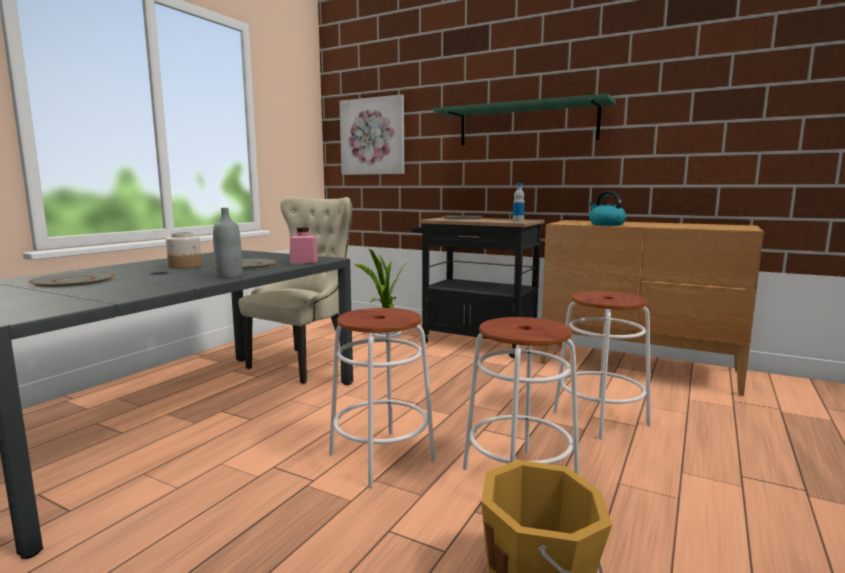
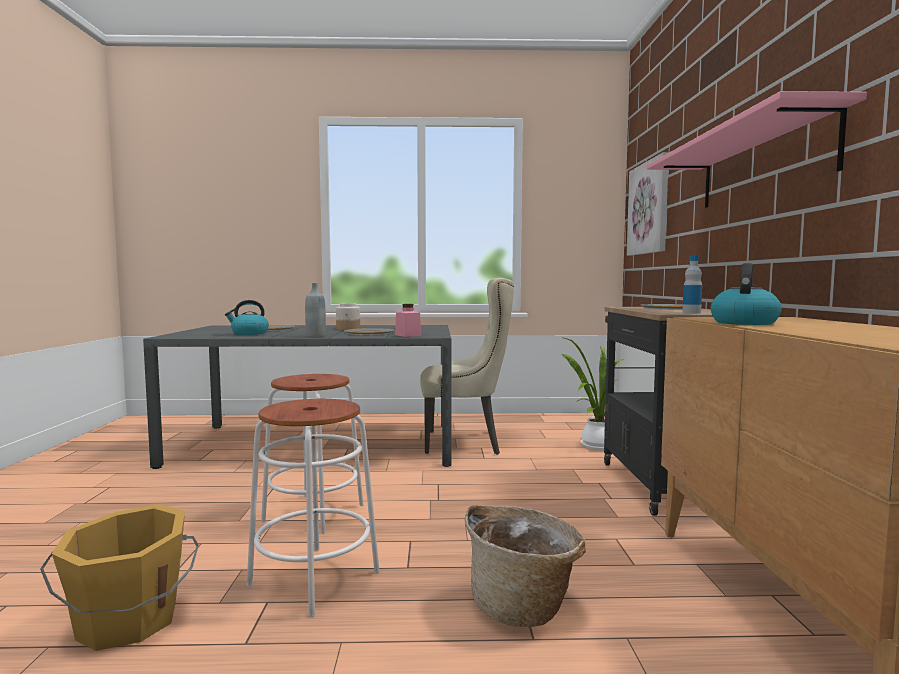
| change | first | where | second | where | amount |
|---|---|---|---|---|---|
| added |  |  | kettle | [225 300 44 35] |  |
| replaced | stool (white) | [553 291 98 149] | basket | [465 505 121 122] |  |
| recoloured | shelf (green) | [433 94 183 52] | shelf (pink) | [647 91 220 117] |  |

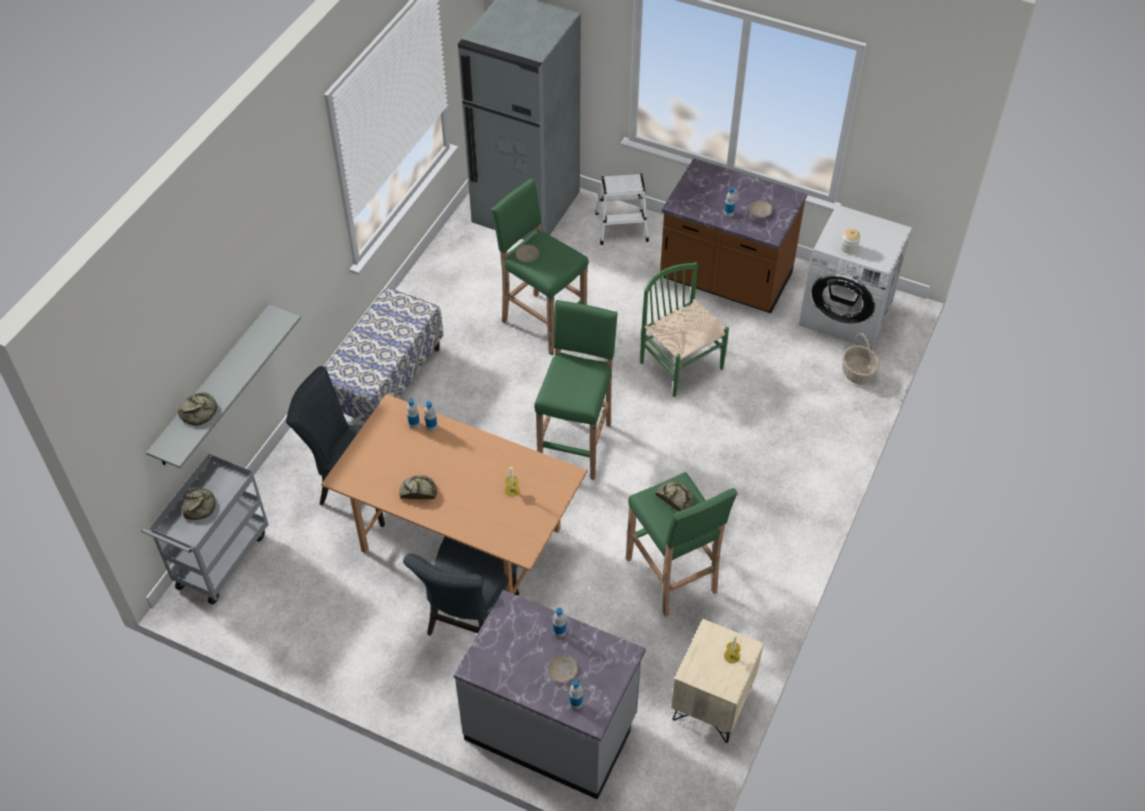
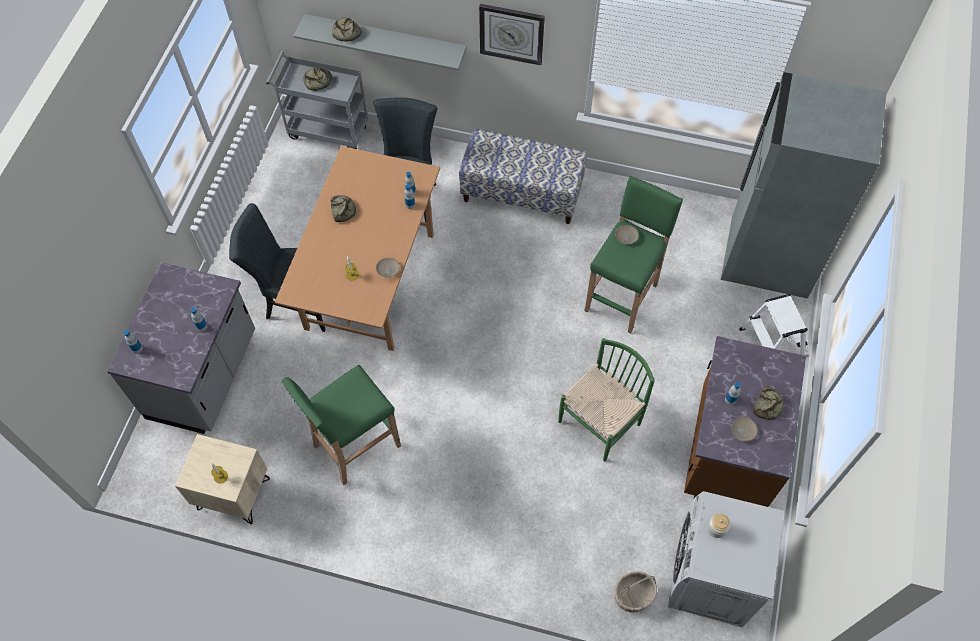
| change | first | where | second | where | amount |
|---|---|---|---|---|---|
| removed | stool (green) | [534 300 84 180] |  |  |  |
| added |  |  | wall clock | [479 4 66 62] |  |
| moved | plate (beige) | [548 655 30 28] |  | [376 258 24 20] |  |
| moved | bread | [655 482 38 29] |  | [753 386 30 33] |  |

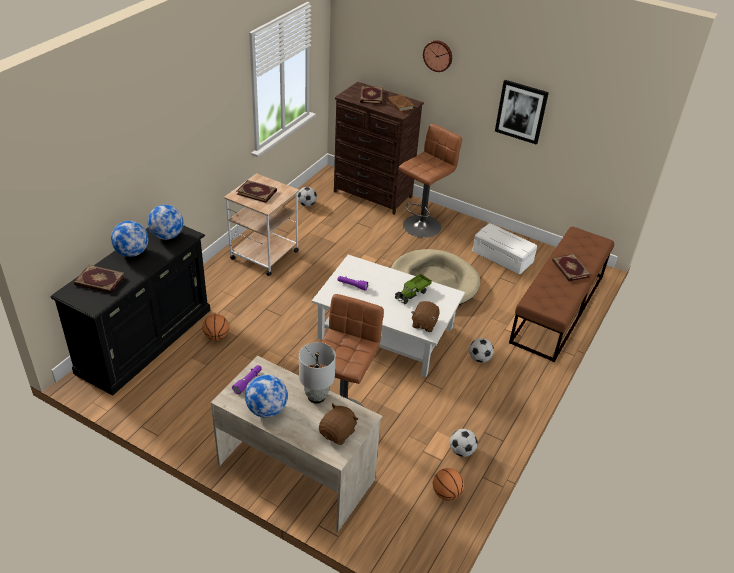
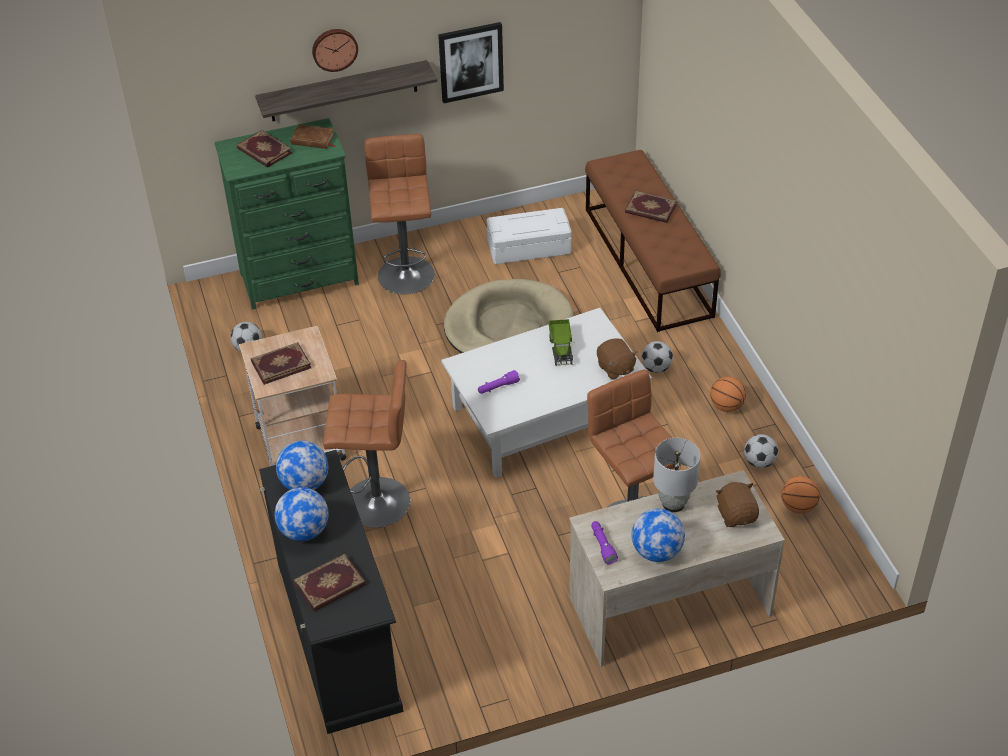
| change | first | where | second | where | amount |
|---|---|---|---|---|---|
| added |  |  | shelf | [255 60 182 61] |  |
| added |  |  | stool (brown) | [323 360 87 168] |  |
| moved | basketball | [202 314 27 26] |  | [710 377 36 35] |  |
| recoloured | dresser (brown) | [334 82 90 133] | dresser (green) | [214 118 145 192] |  |

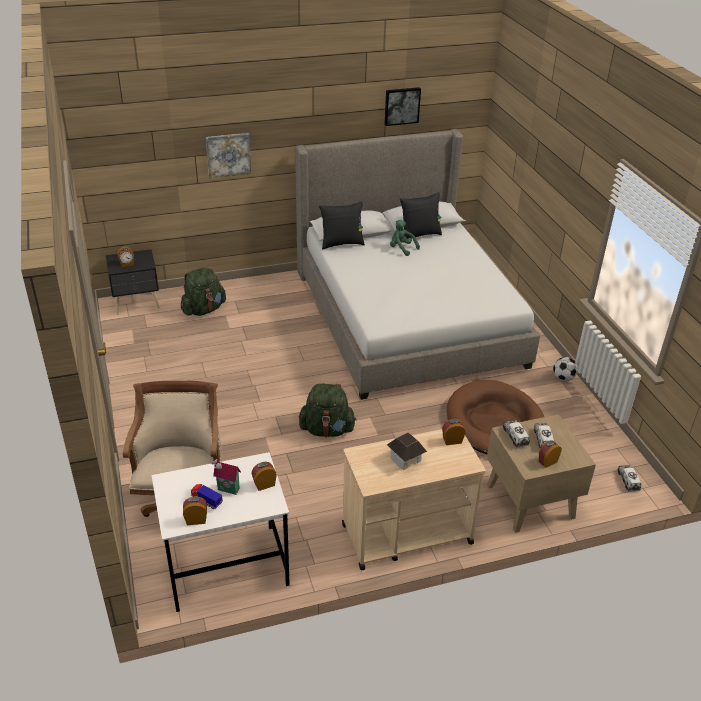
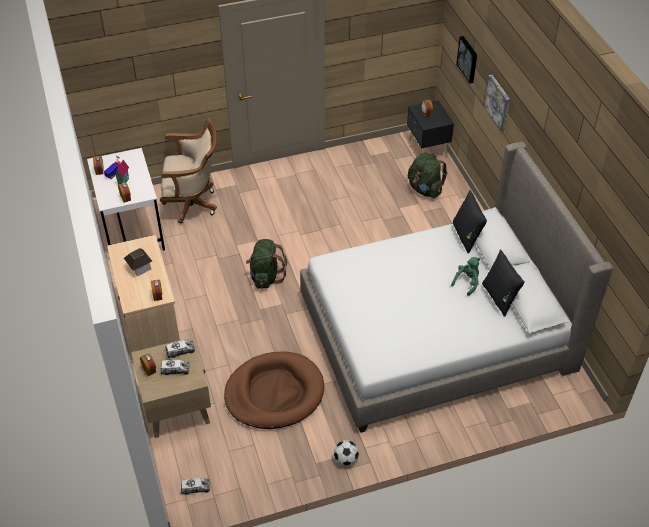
| change | first | where | second | where | amount |
|---|---|---|---|---|---|
| moved | picture | [385 87 36 39] |  | [456 36 21 47] |  |

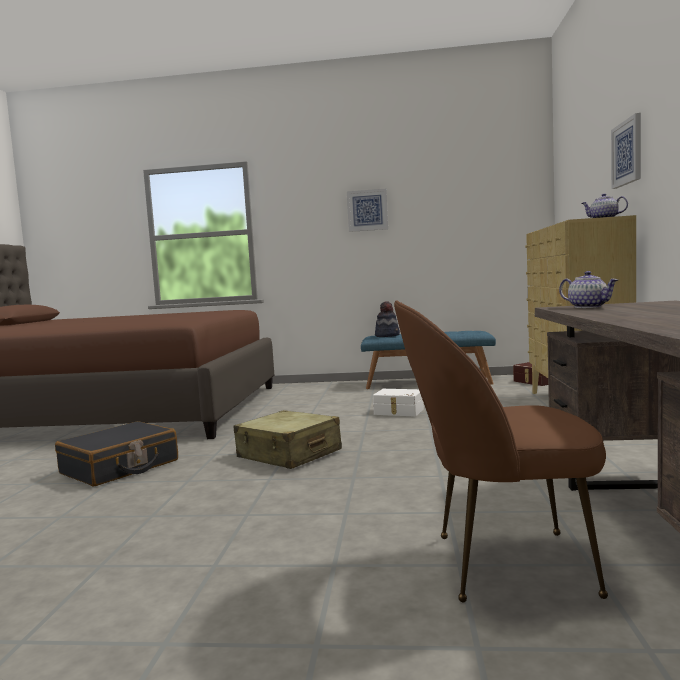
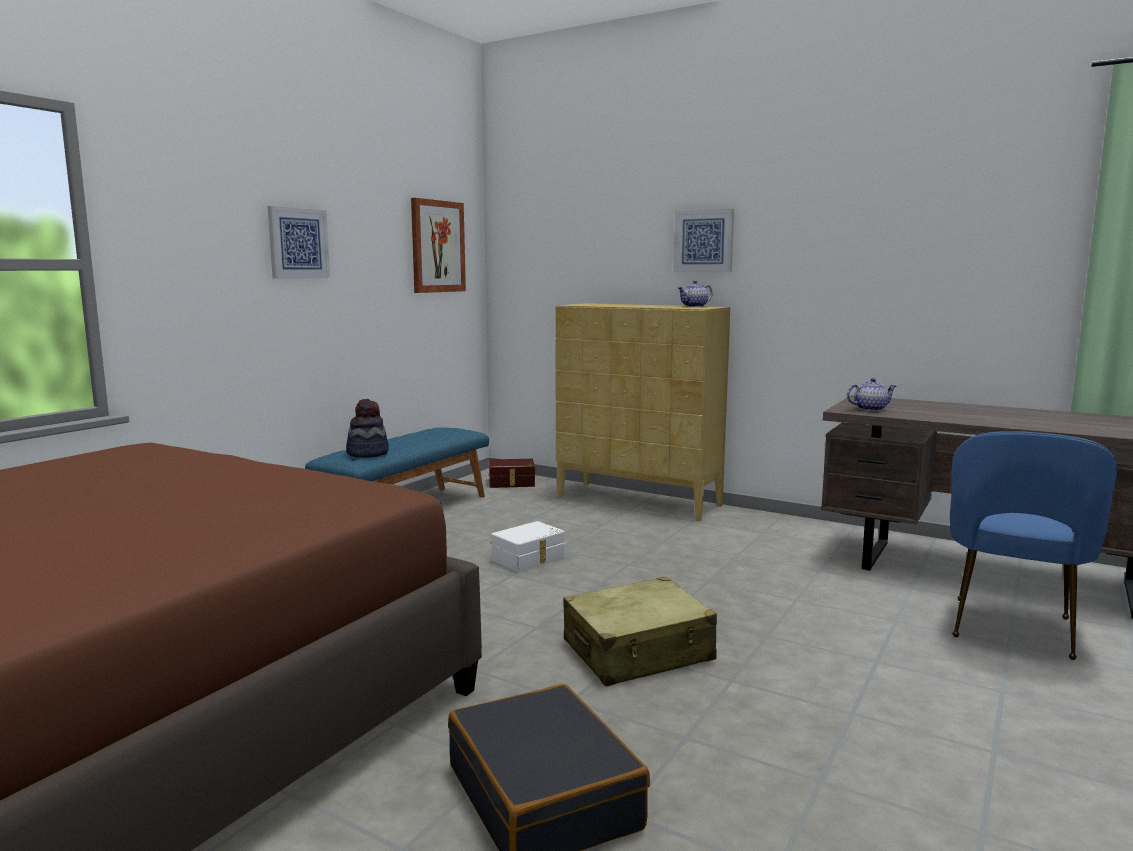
| change | first | where | second | where | amount |
|---|---|---|---|---|---|
| added |  |  | picture | [411 198 55 95] |  |
| recoloured | chair (brown) | [394 300 214 303] | chair (blue) | [950 431 167 229] |  |

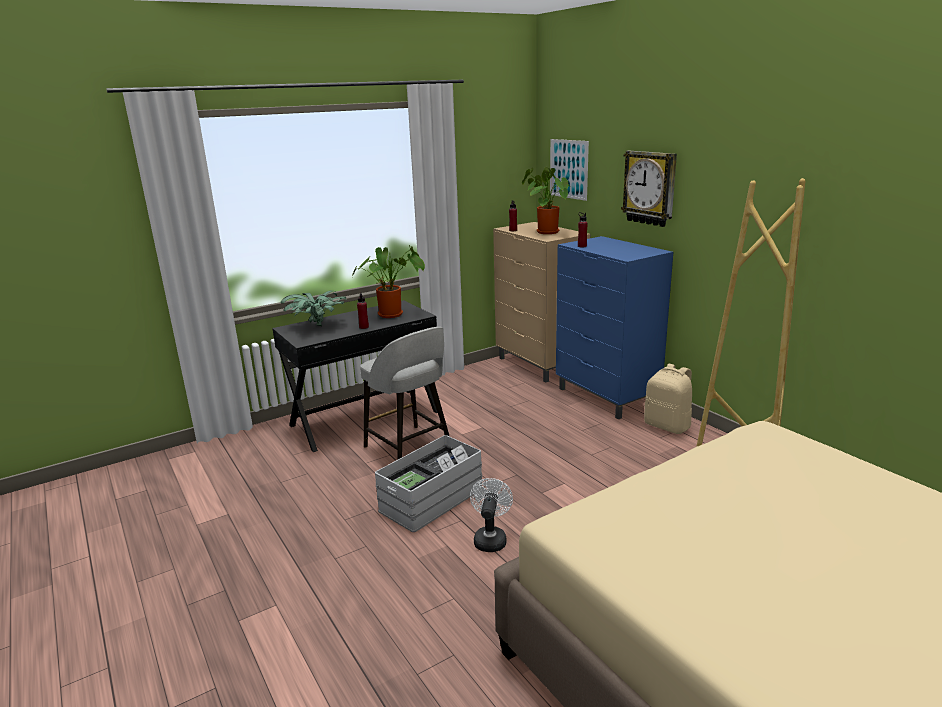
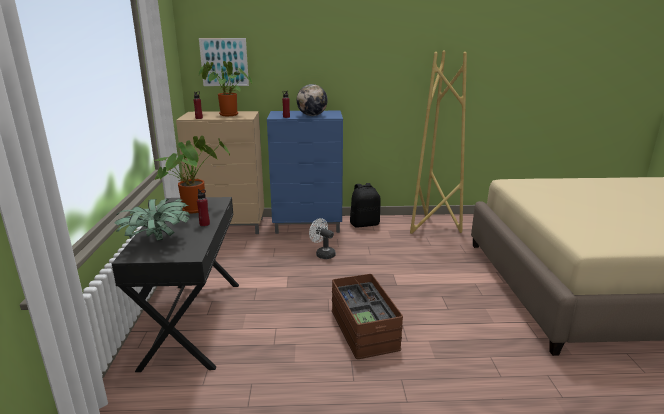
| change | first | where | second | where | amount |
|---|---|---|---|---|---|
| removed | stool (grey) | [360 327 90 132] |  |  |  |
| removed | wall clock | [621 151 56 76] |  |  |  |
| added |  |  | globe | [297 84 31 32] |  |
| moved | fan (white) | [470 478 43 74] |  | [309 218 27 41] |  |
| recoloured | storage box (grey) | [375 435 107 97] | storage box (brown) | [332 274 71 85] |  |
| recoloured | backpack (beige) | [644 364 48 70] | backpack (black) | [350 183 31 45] |  |

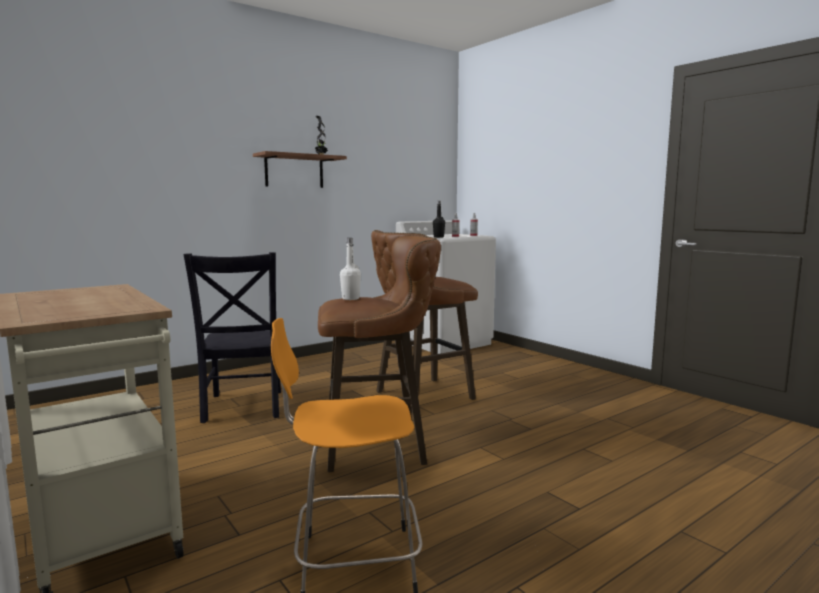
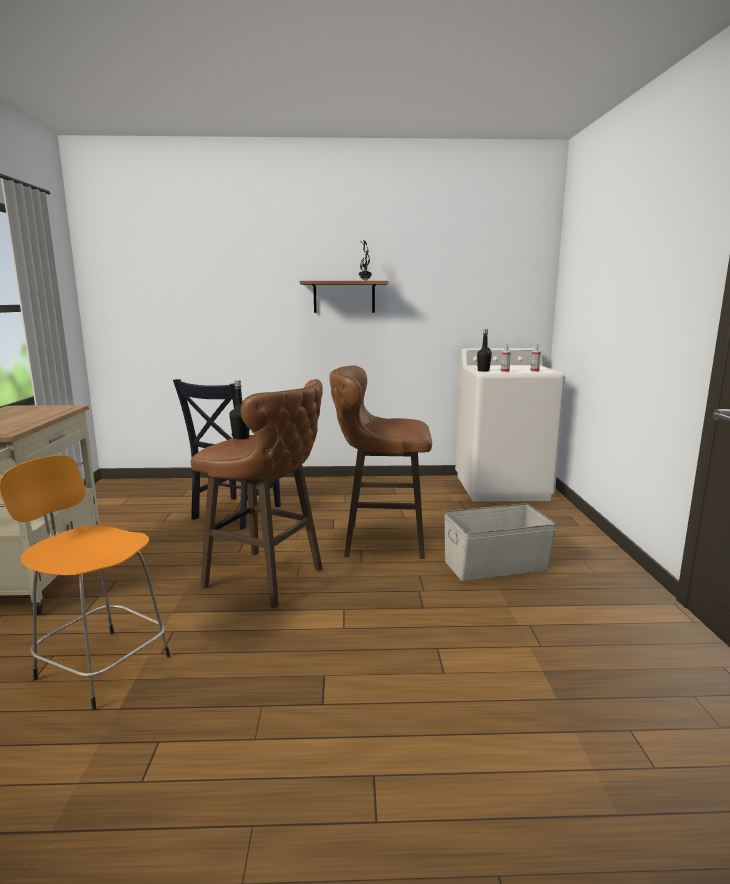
| change | first | where | second | where | amount |
|---|---|---|---|---|---|
| added |  |  | storage box (grey) | [444 503 113 78] |  |
| recoloured | bottle (white) | [340 238 21 62] | bottle (black) | [229 381 20 58] |  |

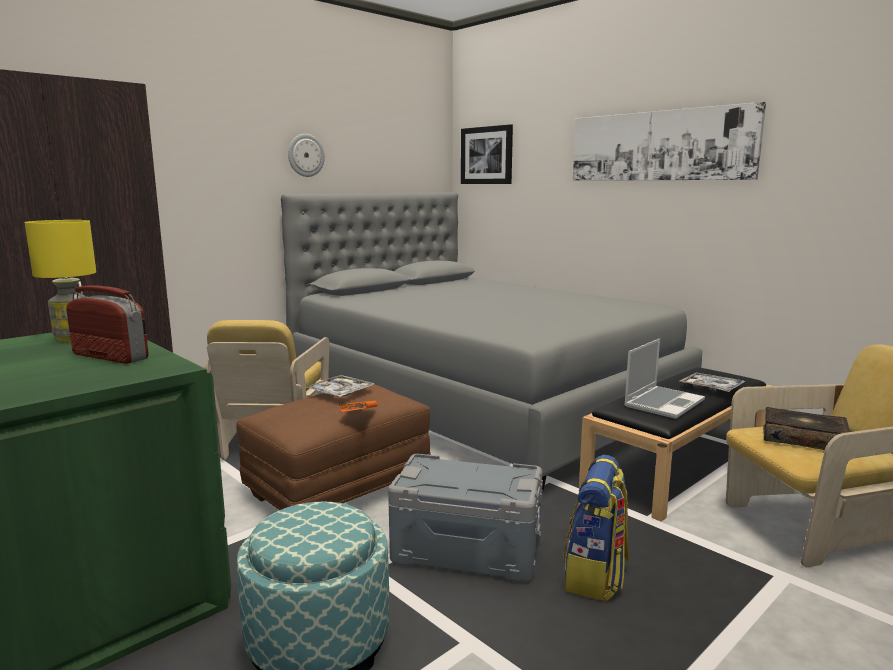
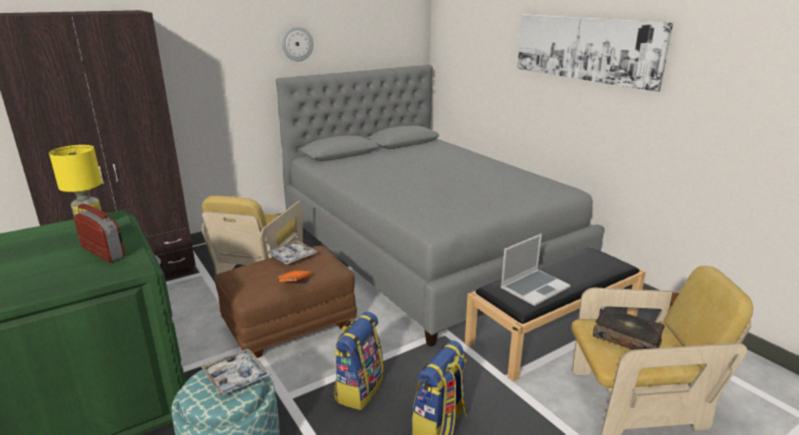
| change | first | where | second | where | amount |
|---|---|---|---|---|---|
| removed | picture | [461 124 52 60] |  |  |  |
| moved | tray | [680 373 66 19] |  | [201 349 70 48] |  |
| replaced | storage box (grey) | [388 454 155 128] | backpack | [333 312 51 98] |  |

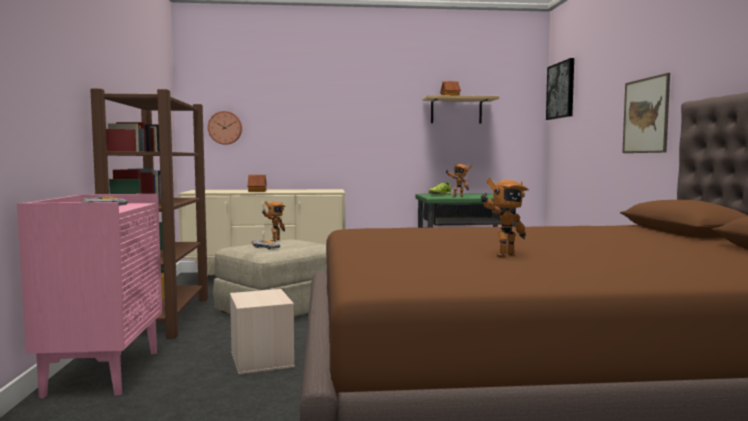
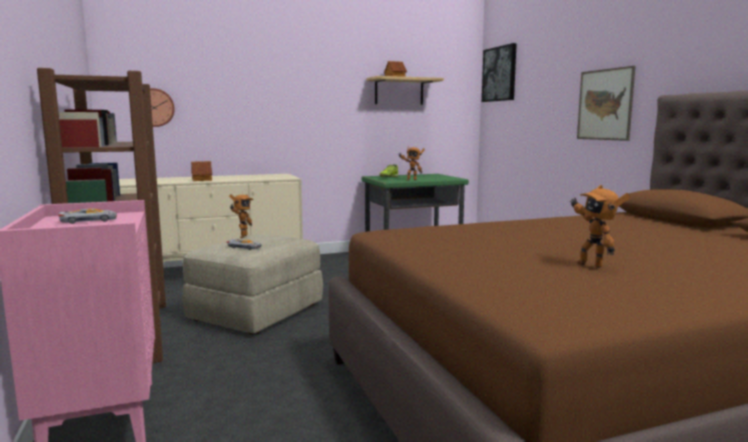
| change | first | where | second | where | amount |
|---|---|---|---|---|---|
| removed | storage box (beige) | [230 289 65 85] |  |  |  |
| turned | toy robot | [481 178 48 80] |  | [570 185 61 83] | 105 degrees clockwise |

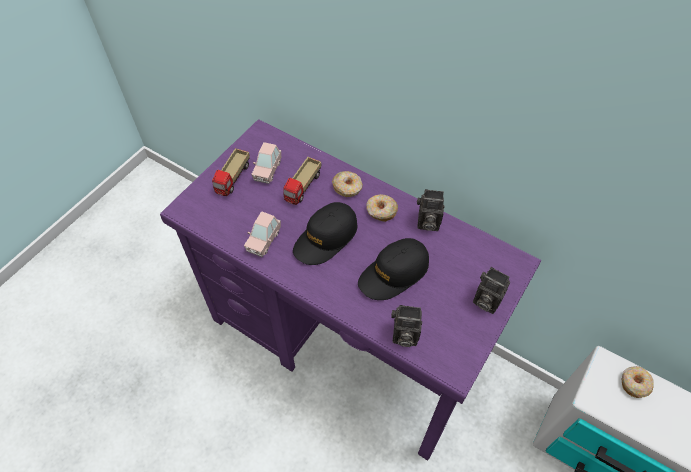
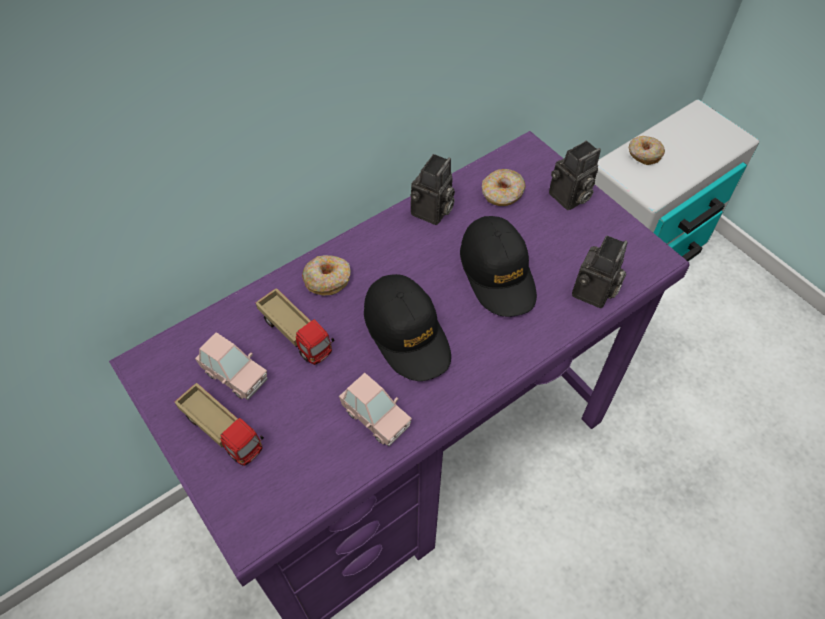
| change | first | where | second | where | amount |
|---|---|---|---|---|---|
| moved | donut | [366 194 32 28] |  | [482 169 44 37] |  |

